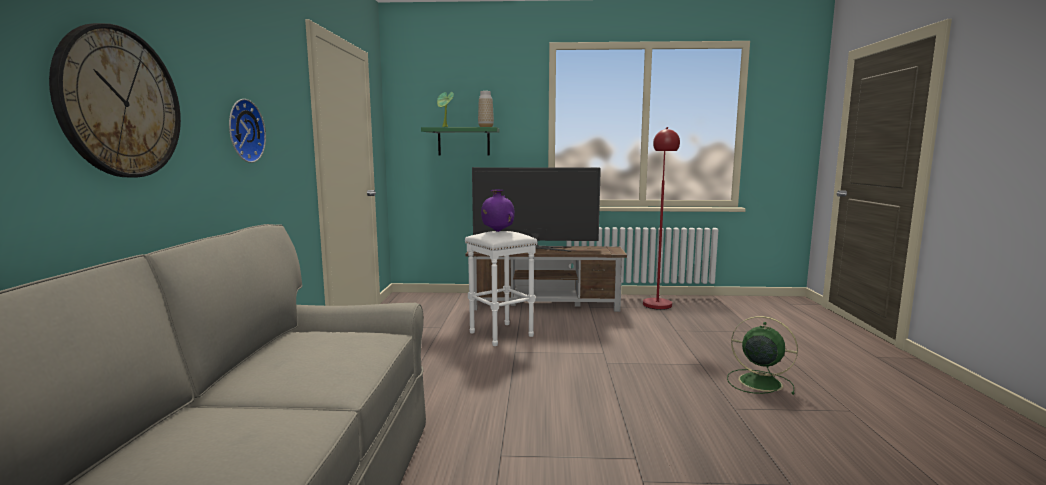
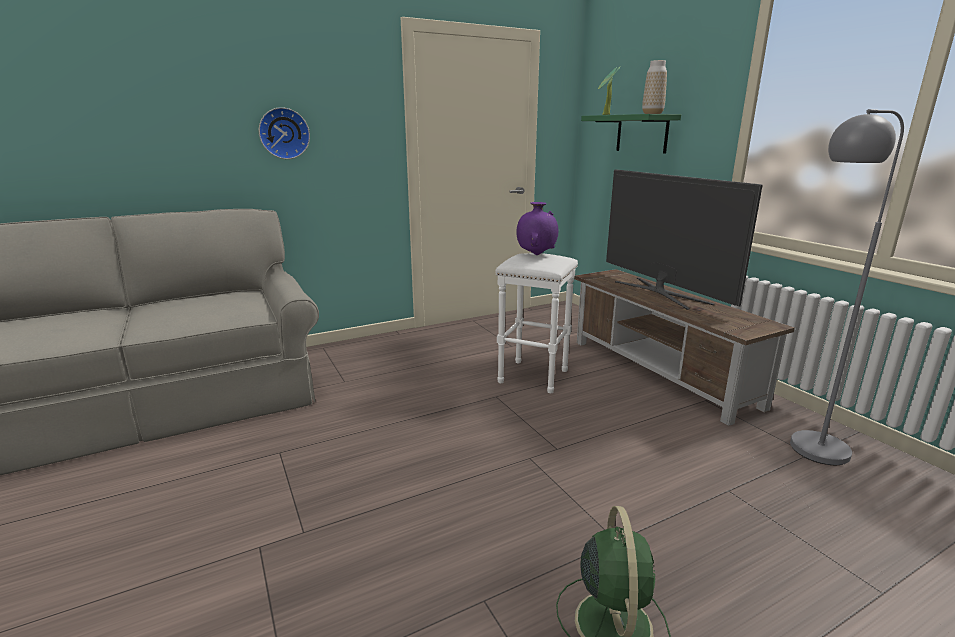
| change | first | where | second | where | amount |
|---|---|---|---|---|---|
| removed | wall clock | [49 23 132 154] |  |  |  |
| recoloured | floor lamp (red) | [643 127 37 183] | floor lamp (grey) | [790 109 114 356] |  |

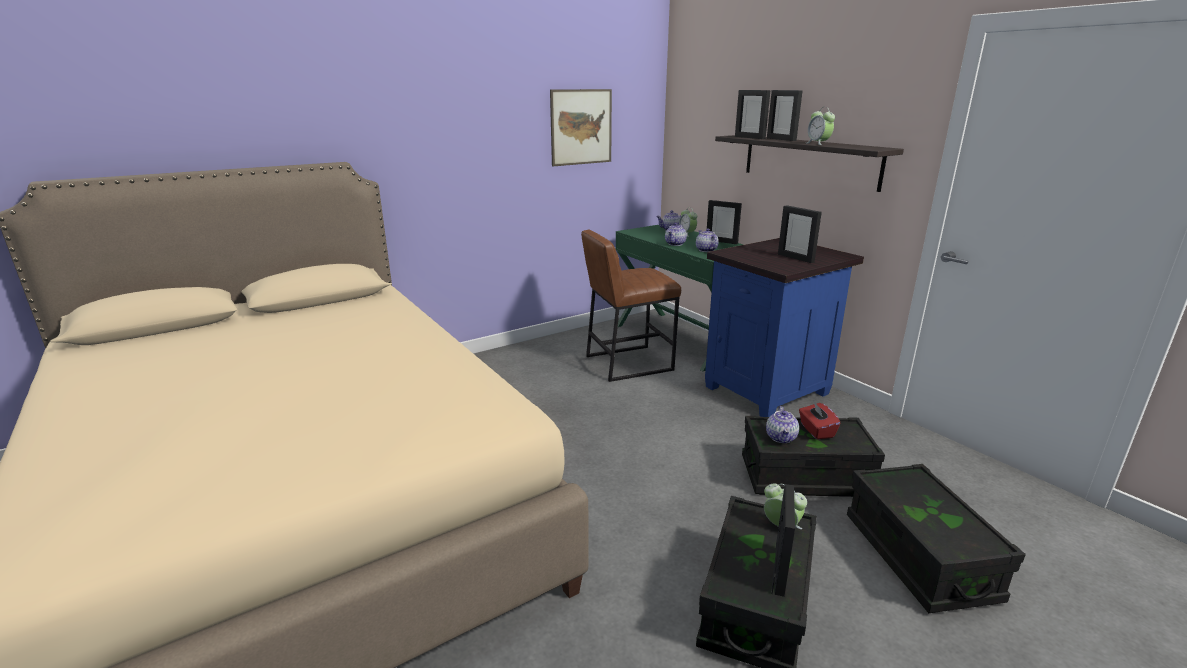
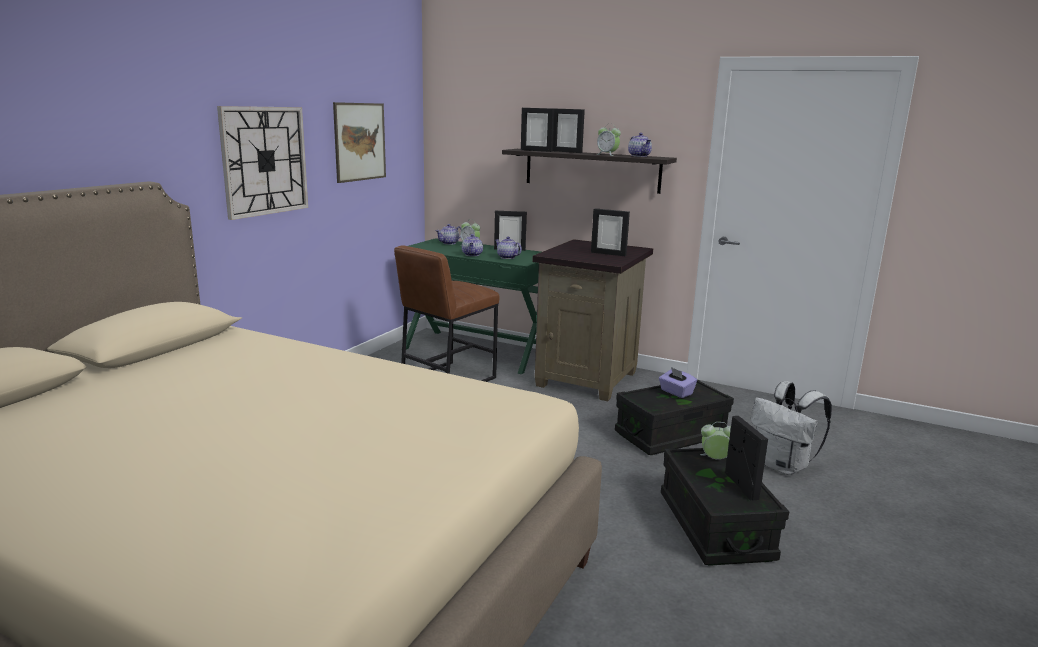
| change | first | where | second | where | amount |
|---|---|---|---|---|---|
| added |  |  | wall clock | [217 106 91 114] |  |
| moved | teapot | [766 406 33 37] |  | [628 133 24 24] |  |
| replaced | storage box (black) | [847 464 179 149] | backpack (white) | [751 381 81 94] |  |
| recoloured | cabinet (blue) | [705 238 159 179] | cabinet (beige) | [532 239 121 162] |  |
| recoloured | tissue box (red) | [799 400 41 39] | tissue box (purple) | [659 367 38 31] |  |

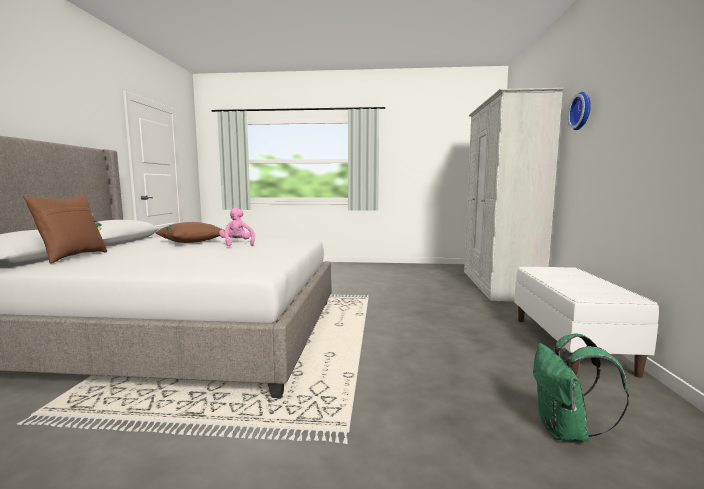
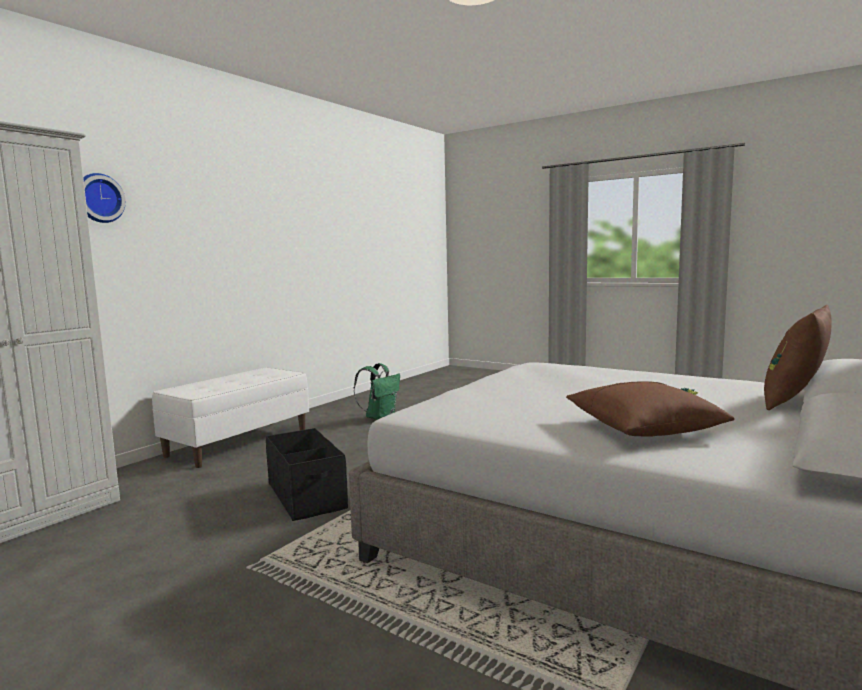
| change | first | where | second | where | amount |
|---|---|---|---|---|---|
| removed | plush toy (pink) | [219 208 36 38] |  |  |  |
| added |  |  | storage box (black) | [266 428 82 93] |  |

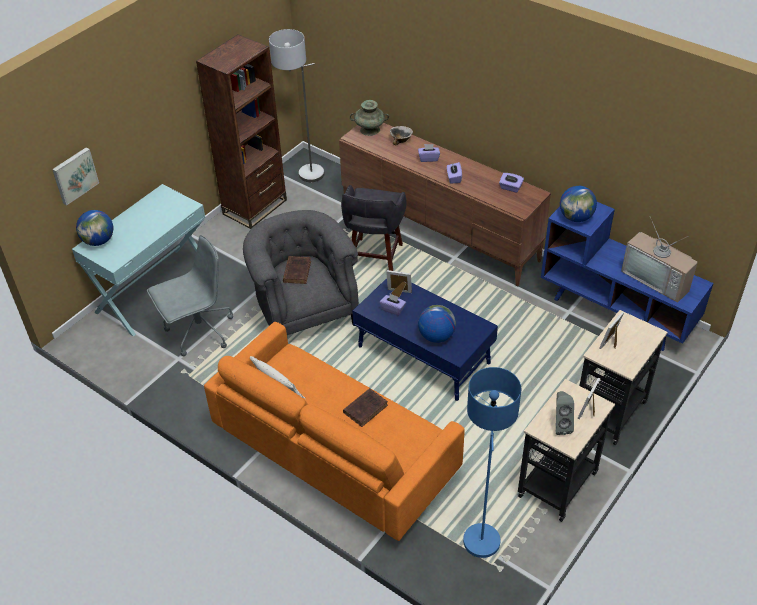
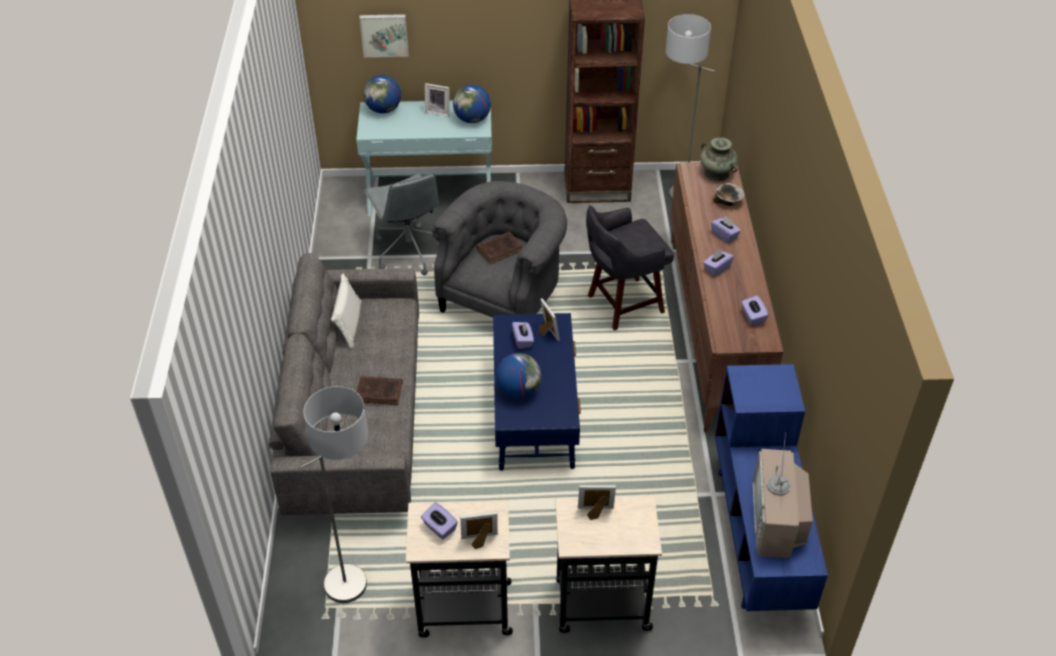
| change | first | where | second | where | amount |
|---|---|---|---|---|---|
| added |  |  | picture frame | [425 83 25 34] |  |
| moved | globe | [560 186 37 36] |  | [453 85 38 38] |  |
| replaced | speaker (grey) | [556 391 18 44] | tissue box (purple) | [421 502 37 37] |  |
| recoloured | sofa (orange) | [204 322 261 219] | sofa (grey) | [269 253 150 263] |  |
| recoloured | floor lamp (blue) | [463 367 58 191] | floor lamp (grey) | [300 386 68 217] |  |
| turned | office chair (grey) | [147 235 86 121] |  | [364 173 75 102] | 45 degrees clockwise |

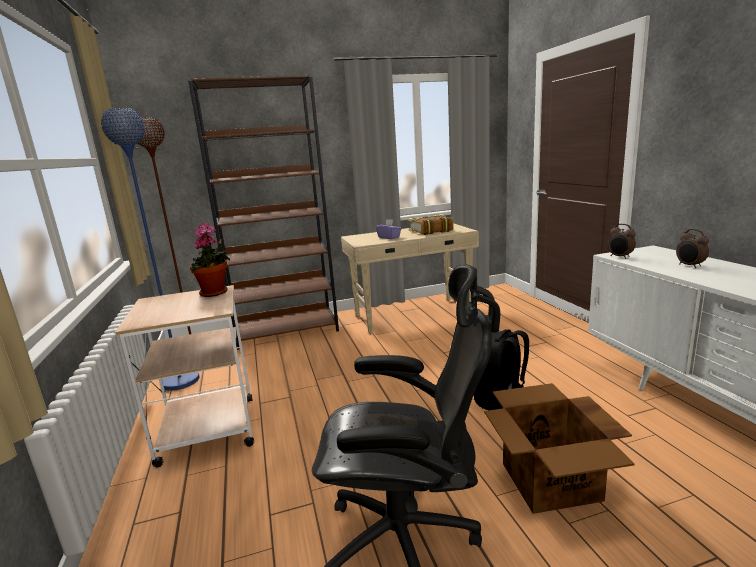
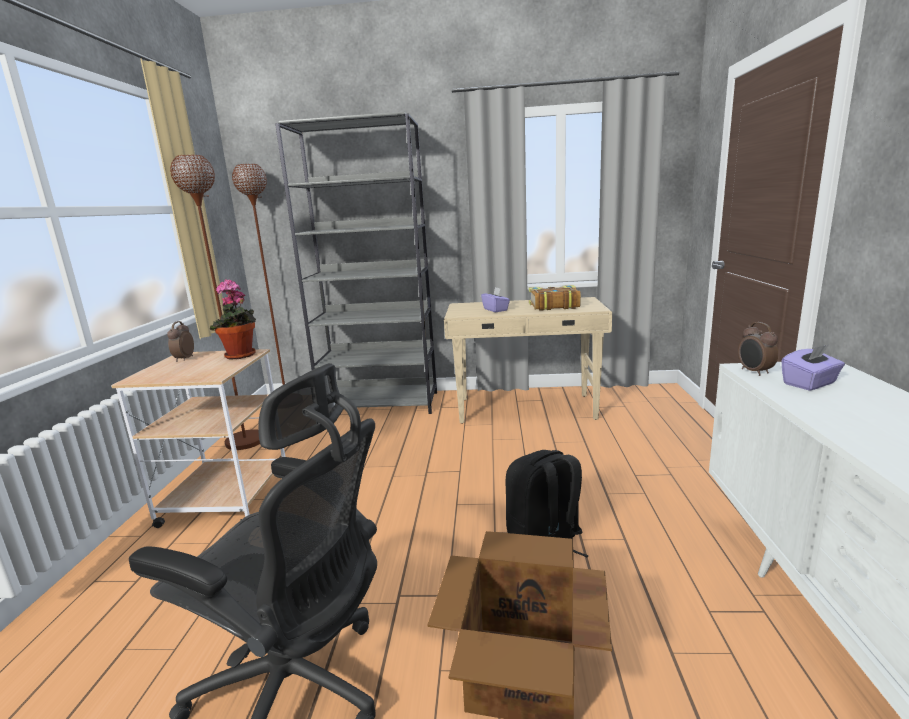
| change | first | where | second | where | amount |
|---|---|---|---|---|---|
| added |  |  | tissue box (purple) | [781 344 64 47] |  |
| moved | alarm clock | [676 229 33 39] |  | [167 321 27 41] |  |
| recoloured | floor lamp (blue) | [101 108 99 283] | floor lamp (brown) | [170 154 90 296] |  |
| recoloured | bookcase (brown) | [188 75 151 275] | bookcase (grey) | [275 111 162 303] |  |

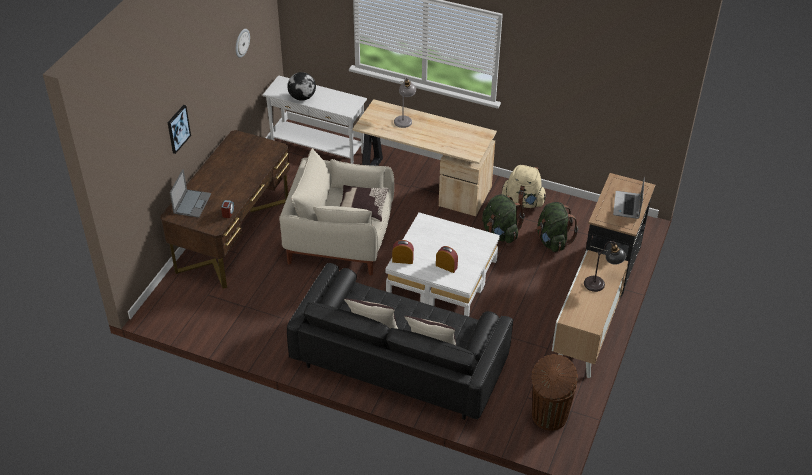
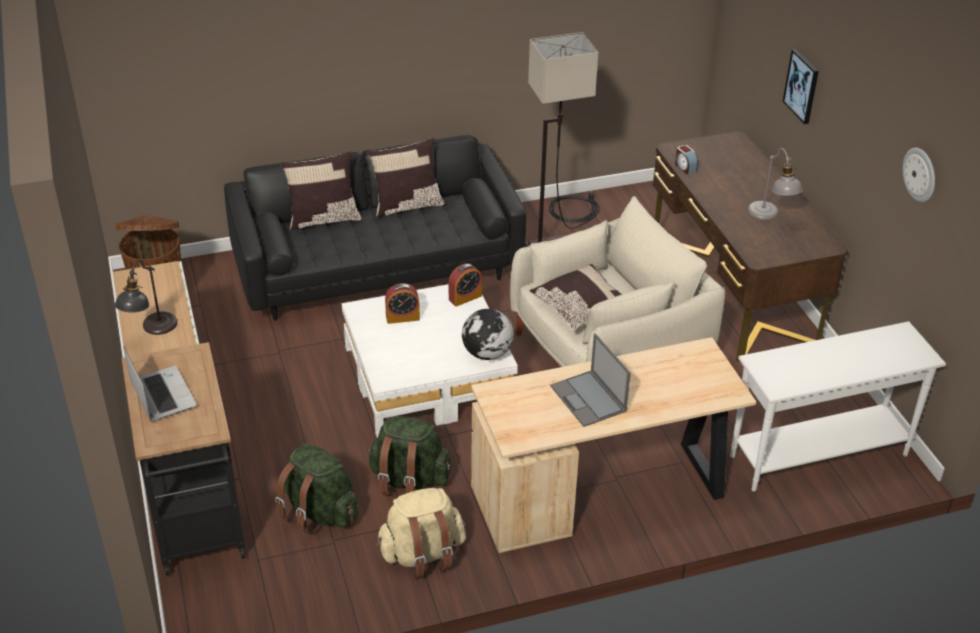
| change | first | where | second | where | amount |
|---|---|---|---|---|---|
| added |  |  | floor lamp | [525 32 74 215] |  |
| moved | laptop | [170 169 41 49] |  | [550 333 81 94] |  |
| moved | globe | [287 72 29 29] |  | [462 309 52 51] |  |
| moved | table lamp (grey) | [394 77 22 51] |  | [748 148 55 72] |  |

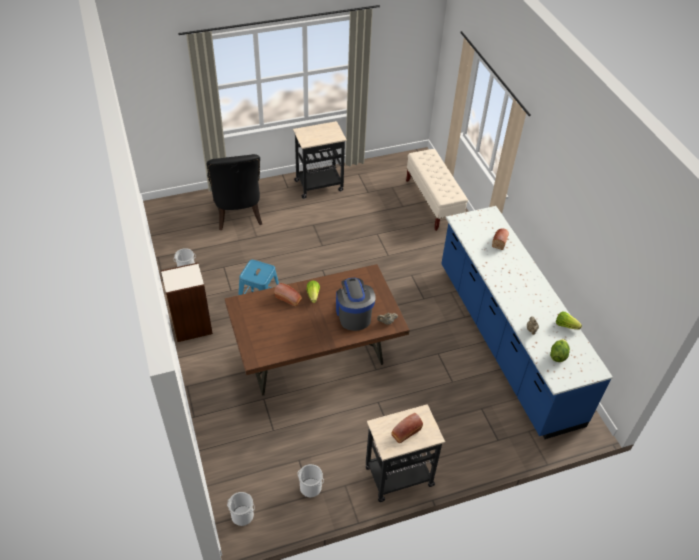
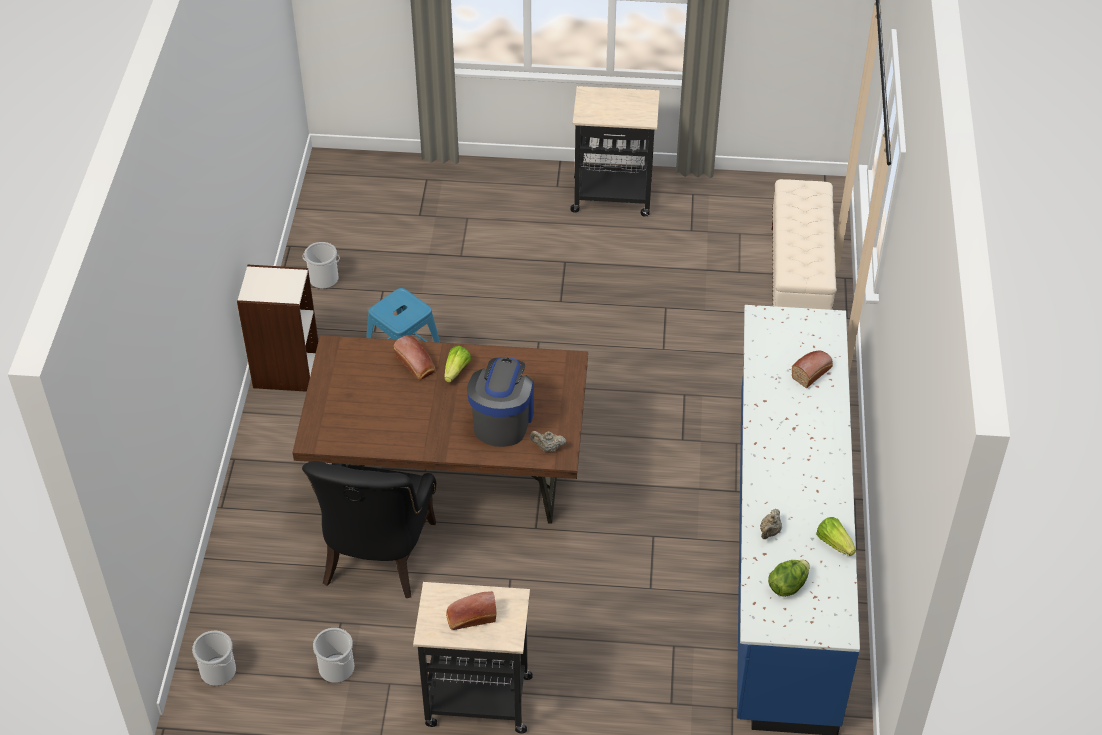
| change | first | where | second | where | amount |
|---|---|---|---|---|---|
| moved | chair (black) | [207 154 55 76] |  | [302 461 134 137] |  |

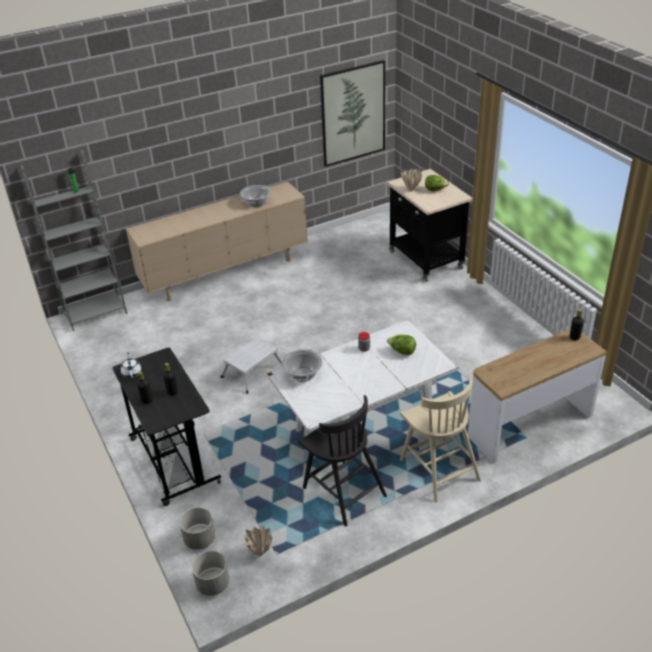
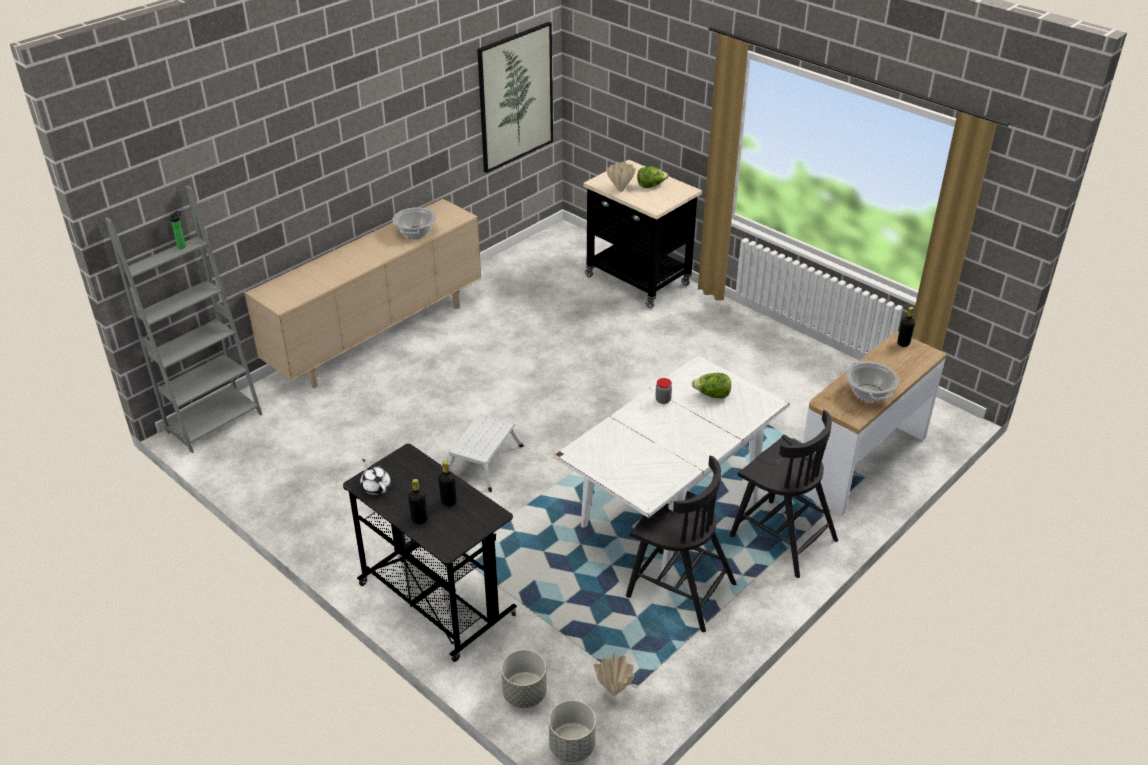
| change | first | where | second | where | amount |
|---|---|---|---|---|---|
| moved | cooking pot | [281 349 41 33] |  | [846 361 53 41] |  |
| recoloured | chair (beige) | [400 377 81 126] | chair (black) | [730 410 108 168] |  |

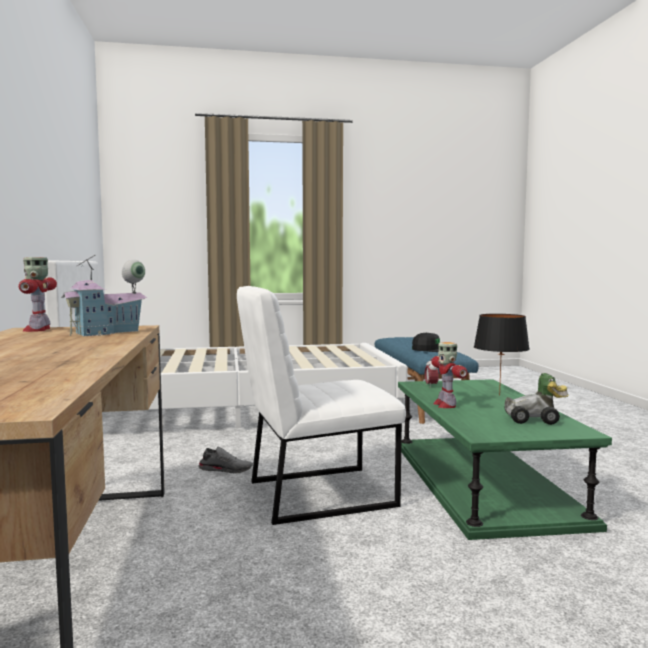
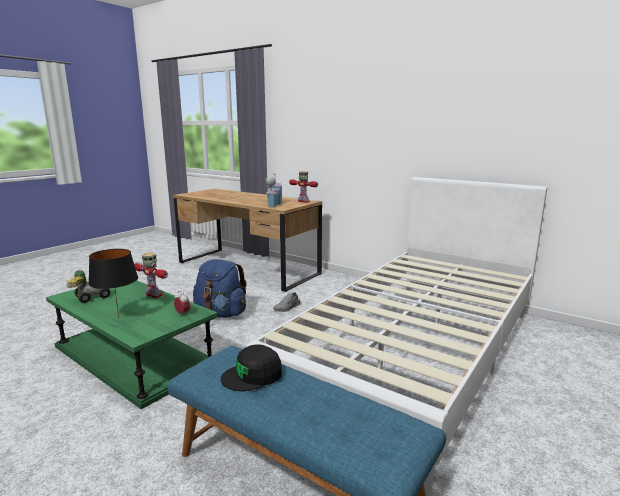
| change | first | where | second | where | amount |
|---|---|---|---|---|---|
| replaced | chair (white) | [237 286 169 239] | backpack (blue) | [193 259 54 59] |  |

